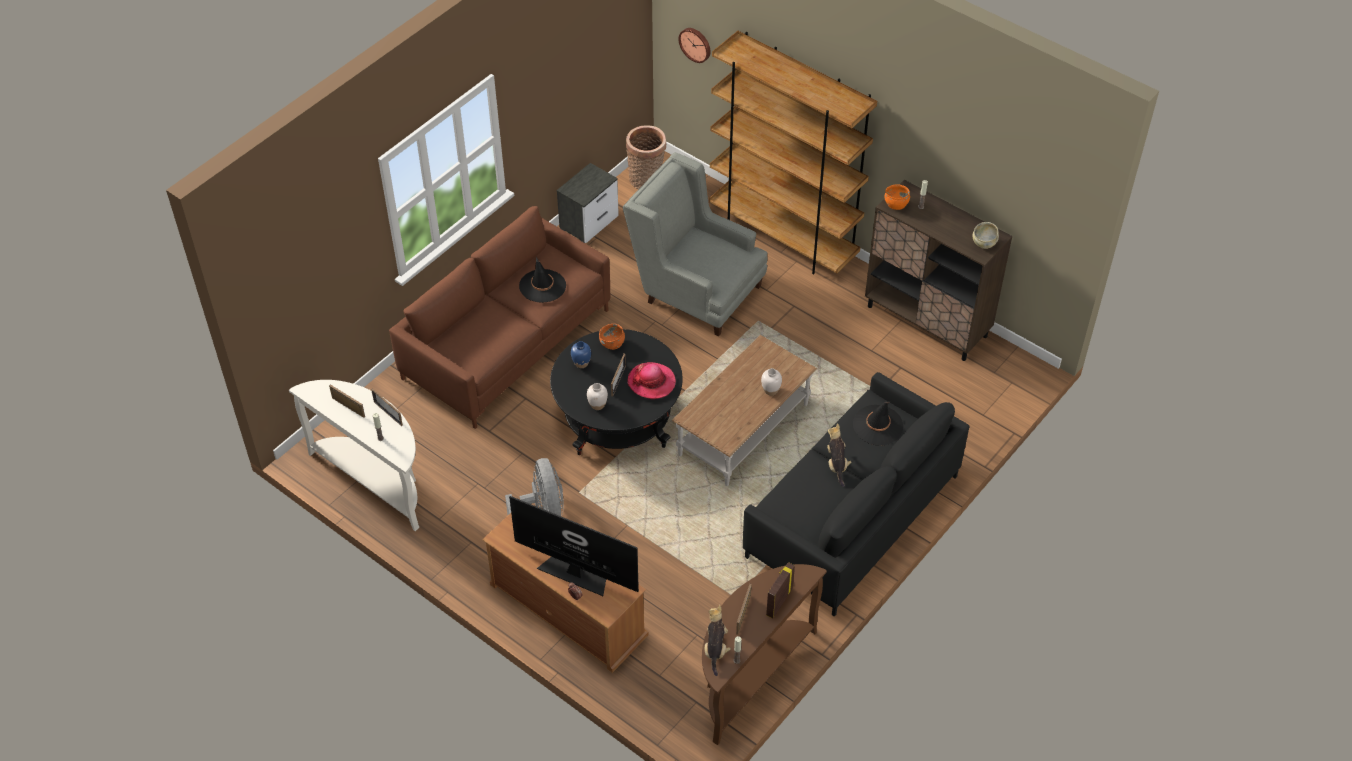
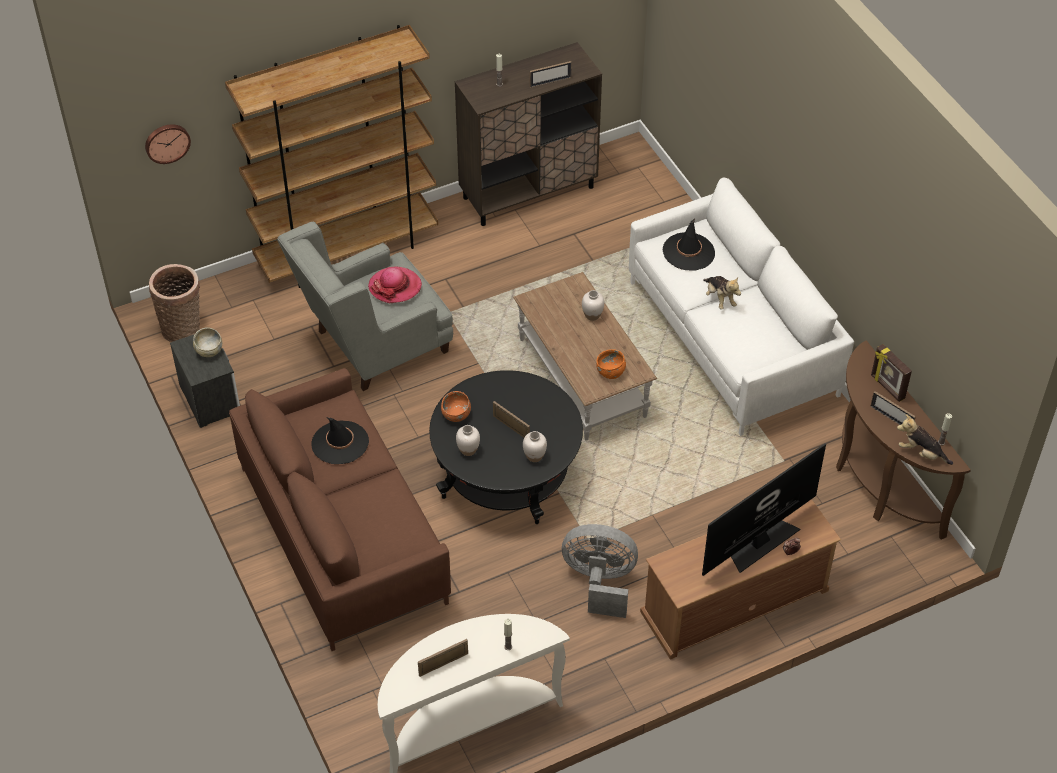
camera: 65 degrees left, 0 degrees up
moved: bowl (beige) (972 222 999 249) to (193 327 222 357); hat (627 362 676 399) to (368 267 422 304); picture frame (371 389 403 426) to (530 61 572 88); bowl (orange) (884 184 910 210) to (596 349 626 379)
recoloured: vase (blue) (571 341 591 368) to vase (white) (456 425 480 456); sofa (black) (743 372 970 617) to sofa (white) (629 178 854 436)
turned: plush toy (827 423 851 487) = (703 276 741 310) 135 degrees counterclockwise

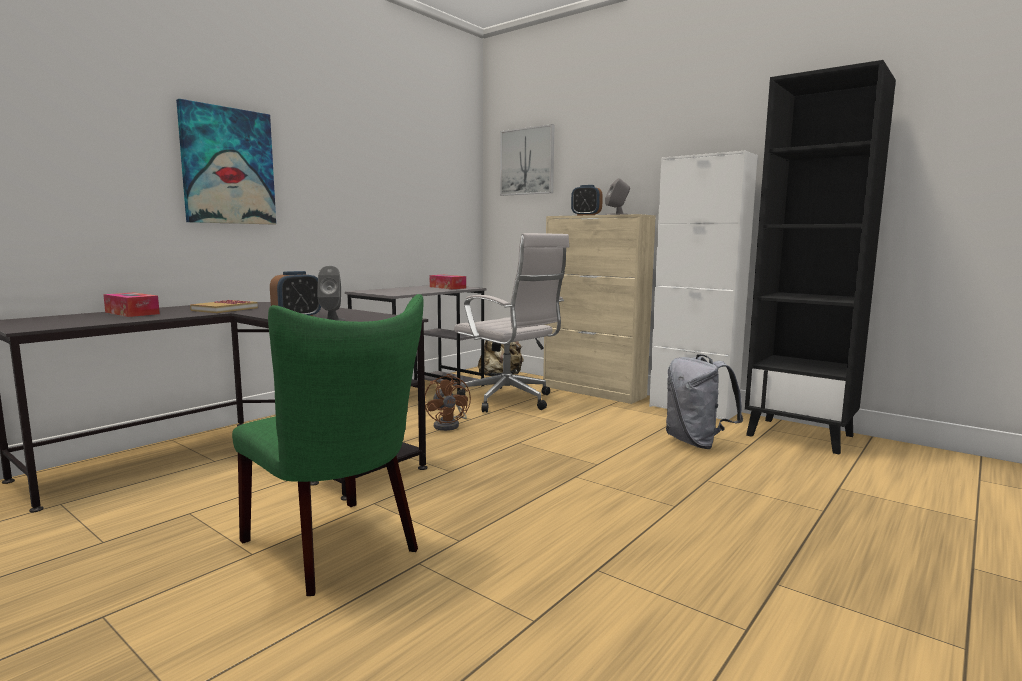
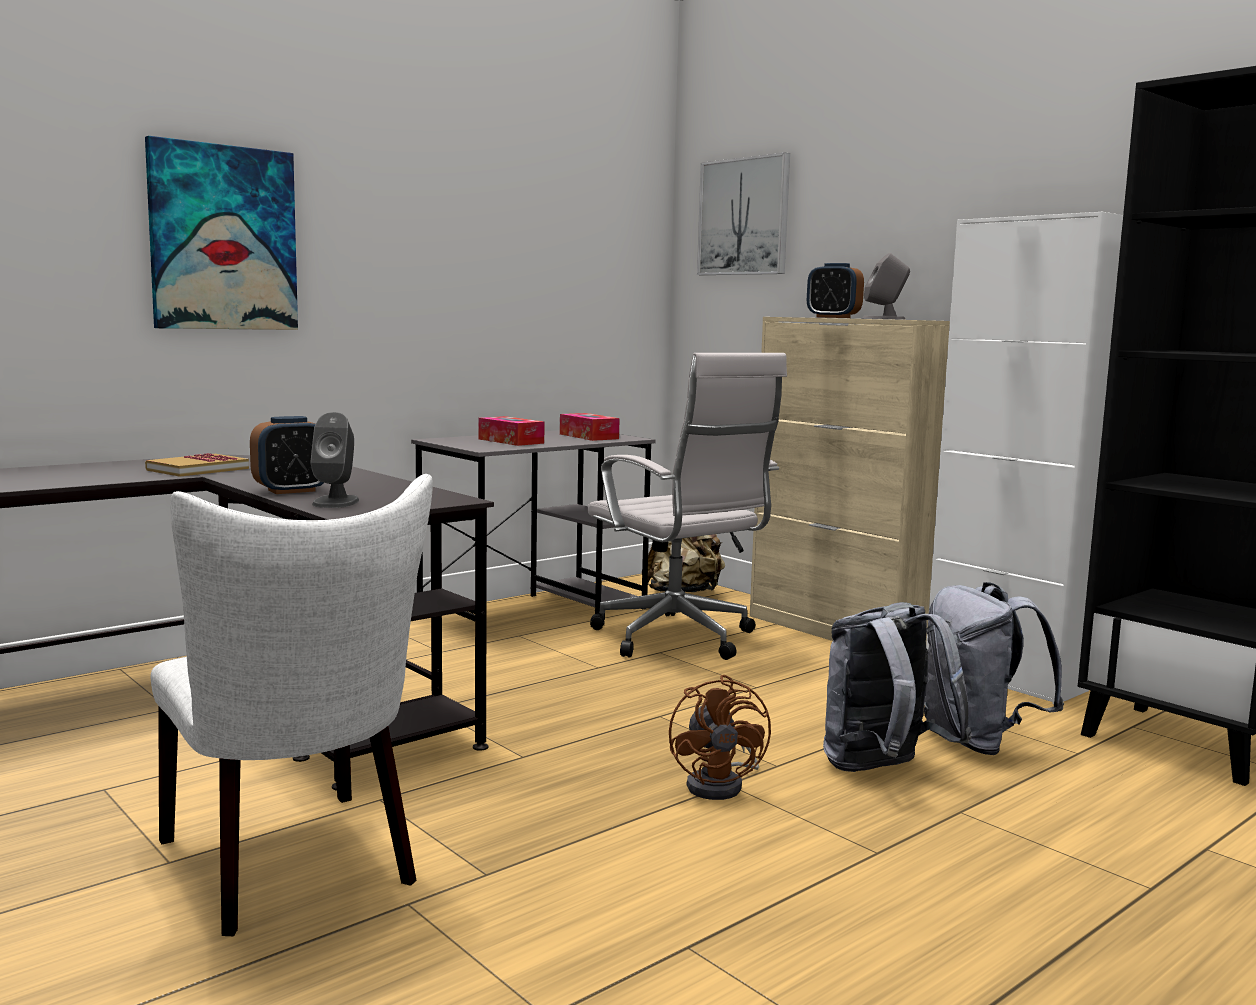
camera: 10 degrees right, 0 degrees up
added: backpack (grey) (823 602 972 772)
moved: tissue box (103 293 160 317) to (478 416 545 446); fan (brown) (425 374 471 431) to (669 675 771 800)
recoloured: chair (green) (232 294 423 596) to chair (white) (151 474 433 936)

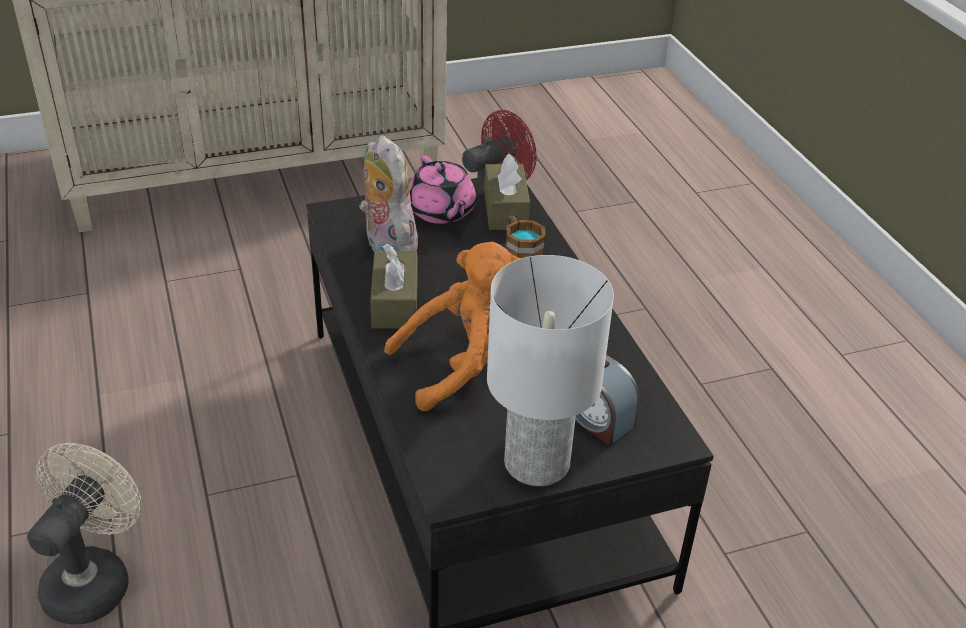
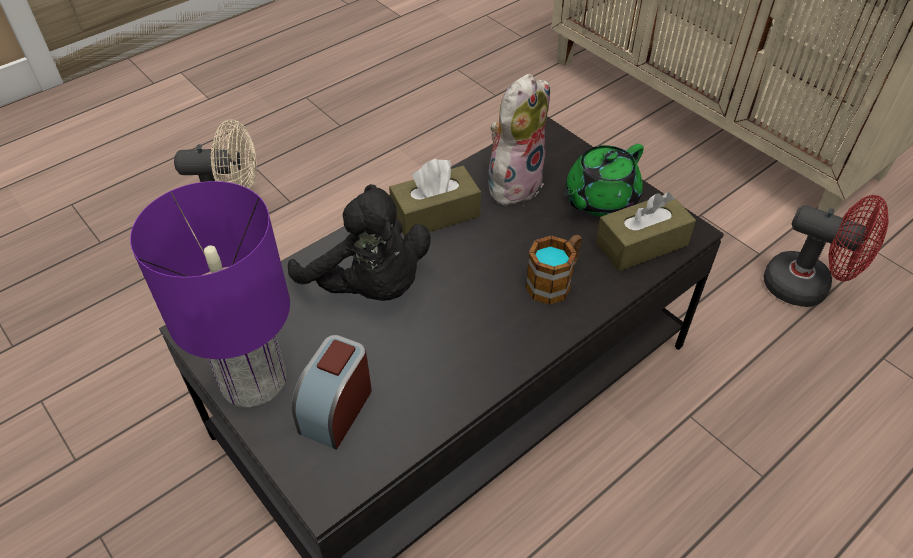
camera: 70 degrees right, 10 degrees up
recoloured: table lamp (white) (487 255 614 486) to table lamp (purple) (130 181 290 407); plush toy (orange) (384 241 520 411) to plush toy (black) (288 184 431 301); teapot (pink) (409 155 476 224) to teapot (green) (564 144 644 216)

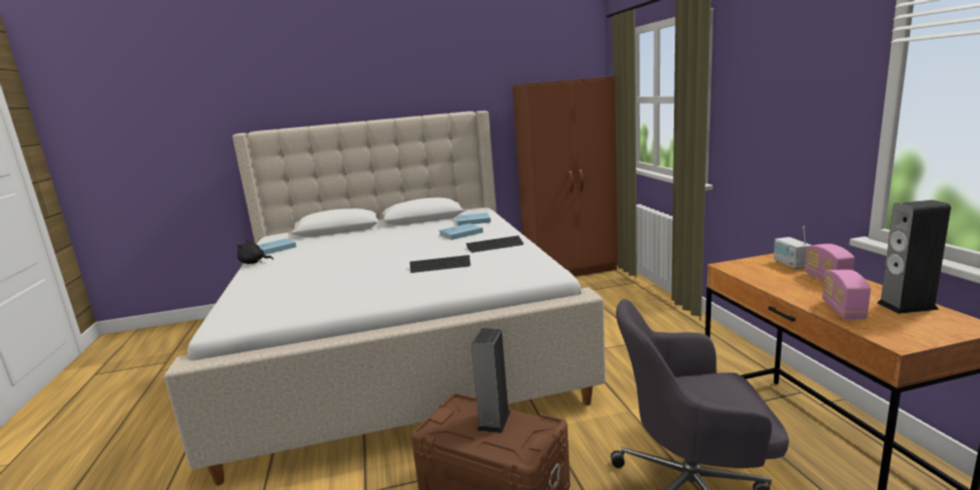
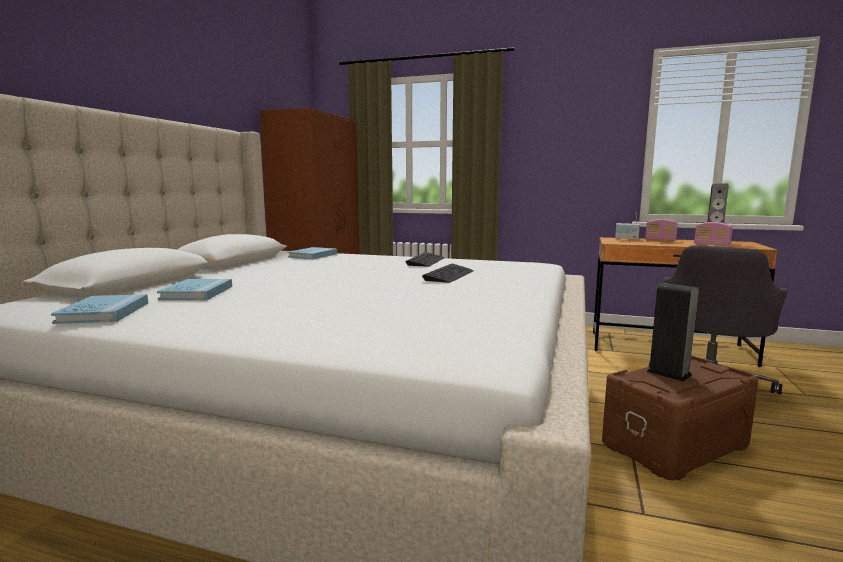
camera: 60 degrees left, 5 degrees down
removed: plush toy (black) (237 239 274 264)
moved: book (blue) (439 223 483 240) to (157 279 232 300)

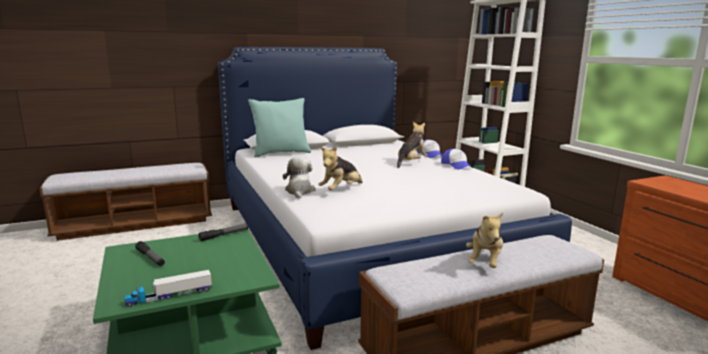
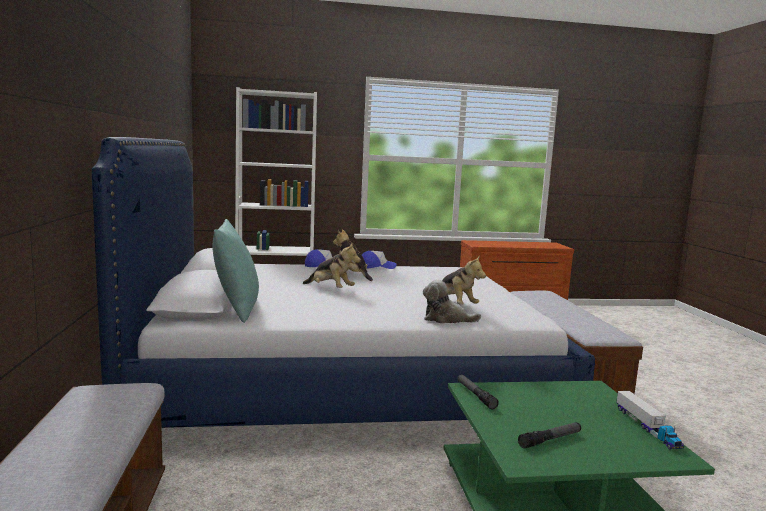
camera: 75 degrees left, 5 degrees down
moved: plush toy (466 212 503 268) to (303 243 361 288)

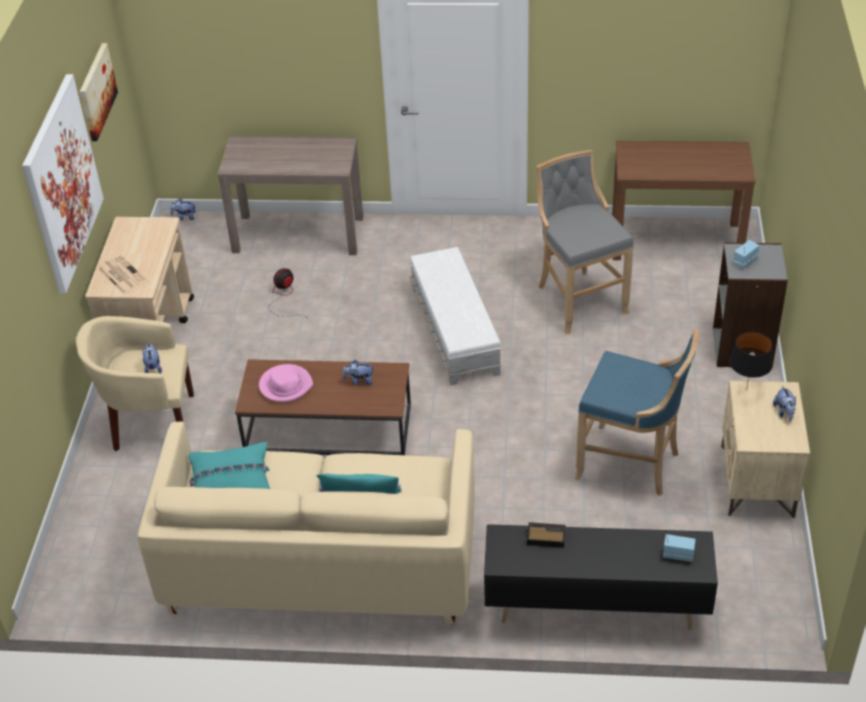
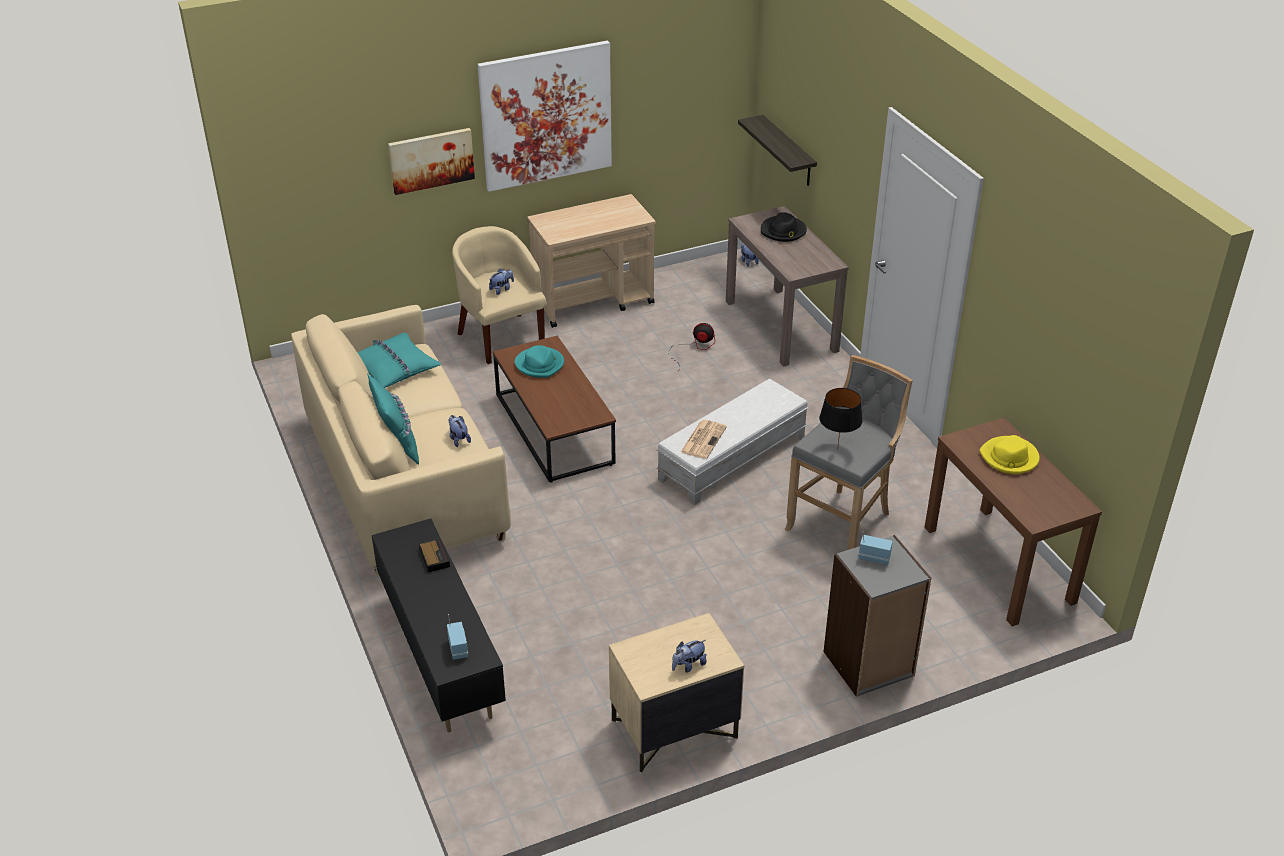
camera: 60 degrees right, 5 degrees down
removed: stool (blue) (575 329 699 496)
added: shelf (738 115 817 186); hat (black) (761 212 807 242); hat (yellow) (979 435 1040 474)
moved: picture (80 43 118 141) to (388 128 475 195); plush toy (343 360 374 386) to (448 415 471 447); newspaper (97 255 148 295) to (681 420 727 459); table lamp (black) (729 332 773 390) to (819 388 863 450)
recoloured: hat (pink) (259 364 313 402) to hat (turquoise) (515 345 564 378)

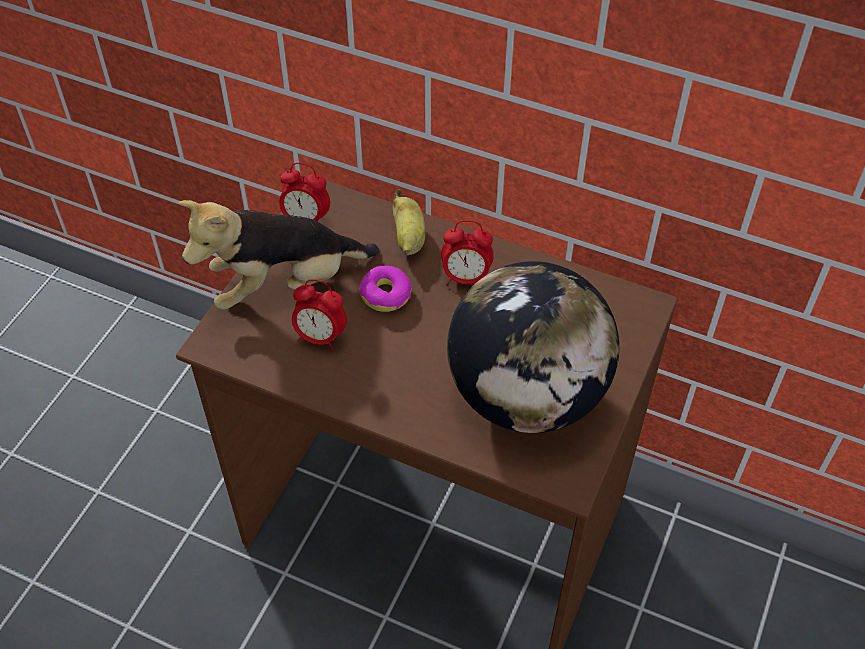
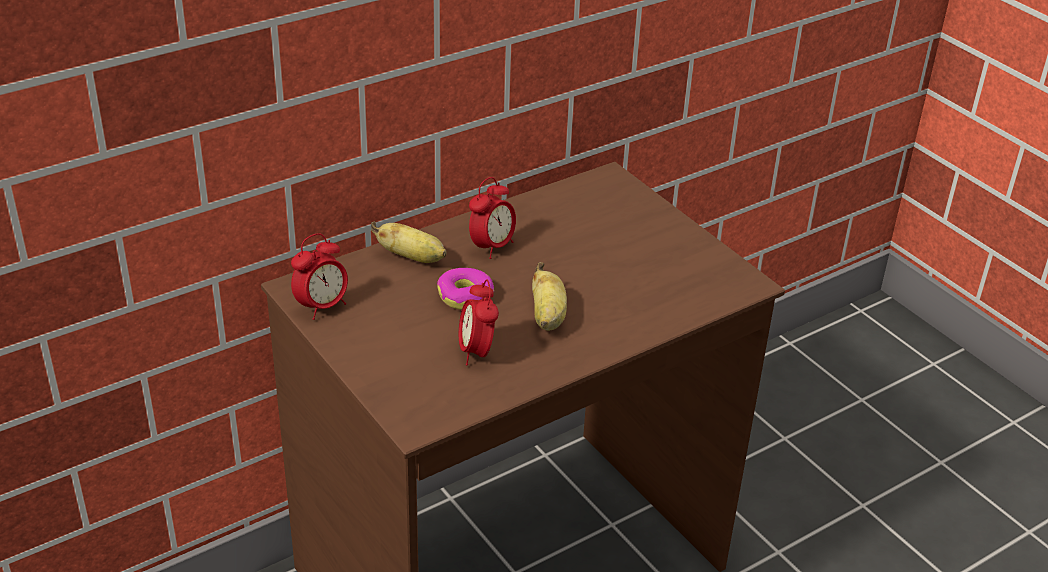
camera: 60 degrees left, 15 degrees down
removed: plush toy (179 200 379 310); globe (447 261 619 433)
added: banana (532 262 567 331)
turned: alarm clock (292 279 347 351) = (459 279 499 366) 120 degrees clockwise

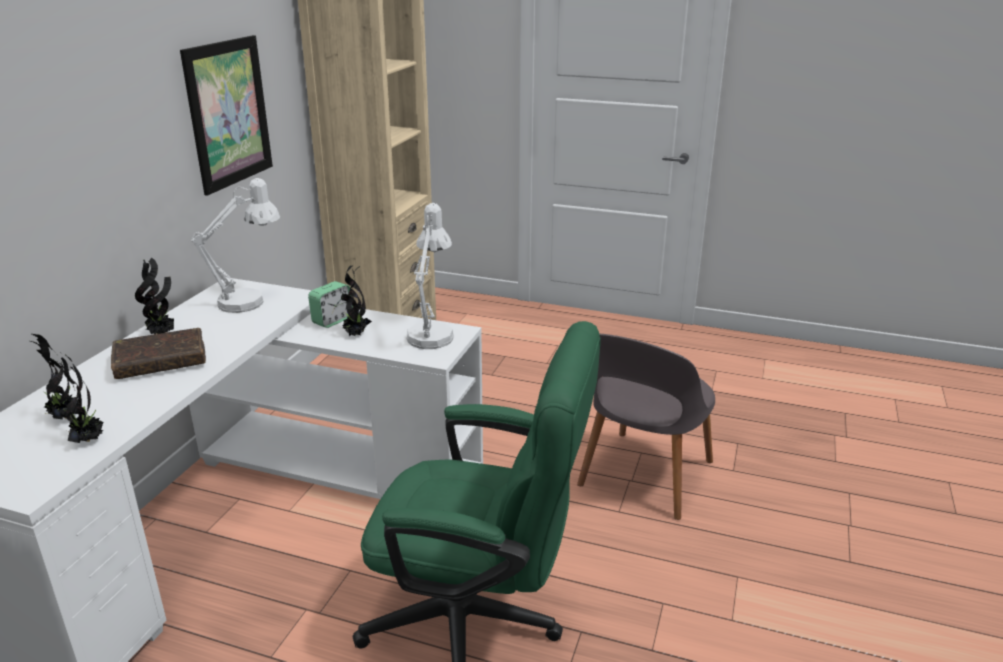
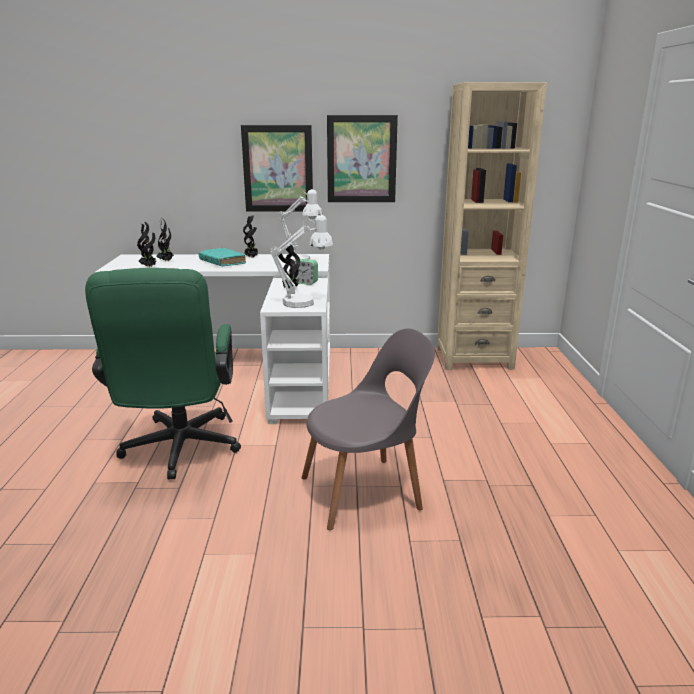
camera: 70 degrees right, 5 degrees down
added: picture (241 125 313 212)
recoloured: book (brown) (111 328 206 379) to book (turquoise) (199 248 246 267)
turned: chair (grey) (577 334 715 520) = (302 328 435 530) 150 degrees clockwise

